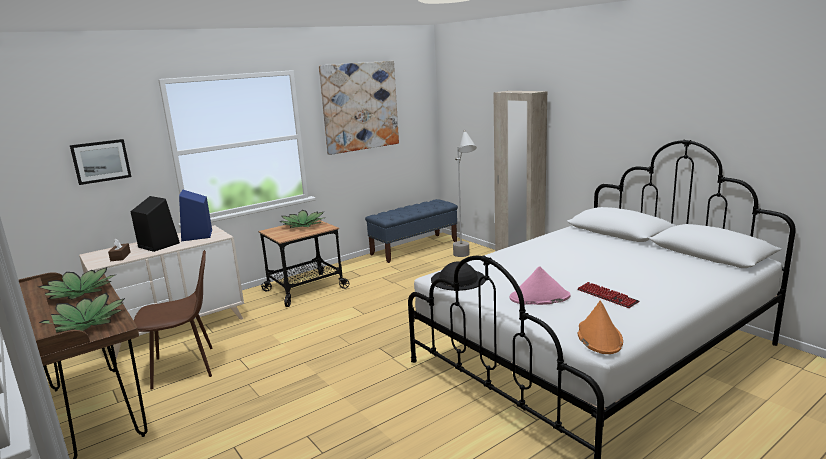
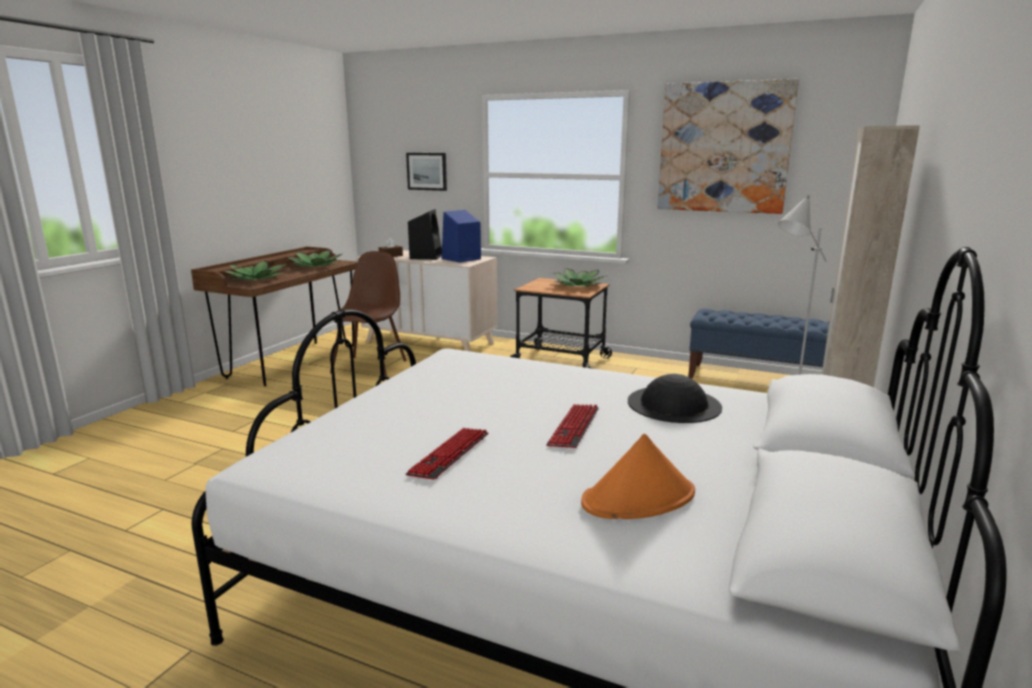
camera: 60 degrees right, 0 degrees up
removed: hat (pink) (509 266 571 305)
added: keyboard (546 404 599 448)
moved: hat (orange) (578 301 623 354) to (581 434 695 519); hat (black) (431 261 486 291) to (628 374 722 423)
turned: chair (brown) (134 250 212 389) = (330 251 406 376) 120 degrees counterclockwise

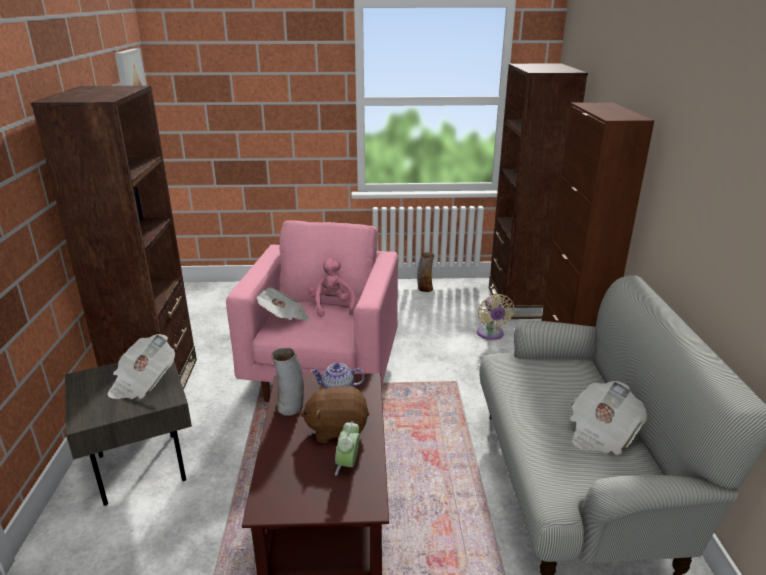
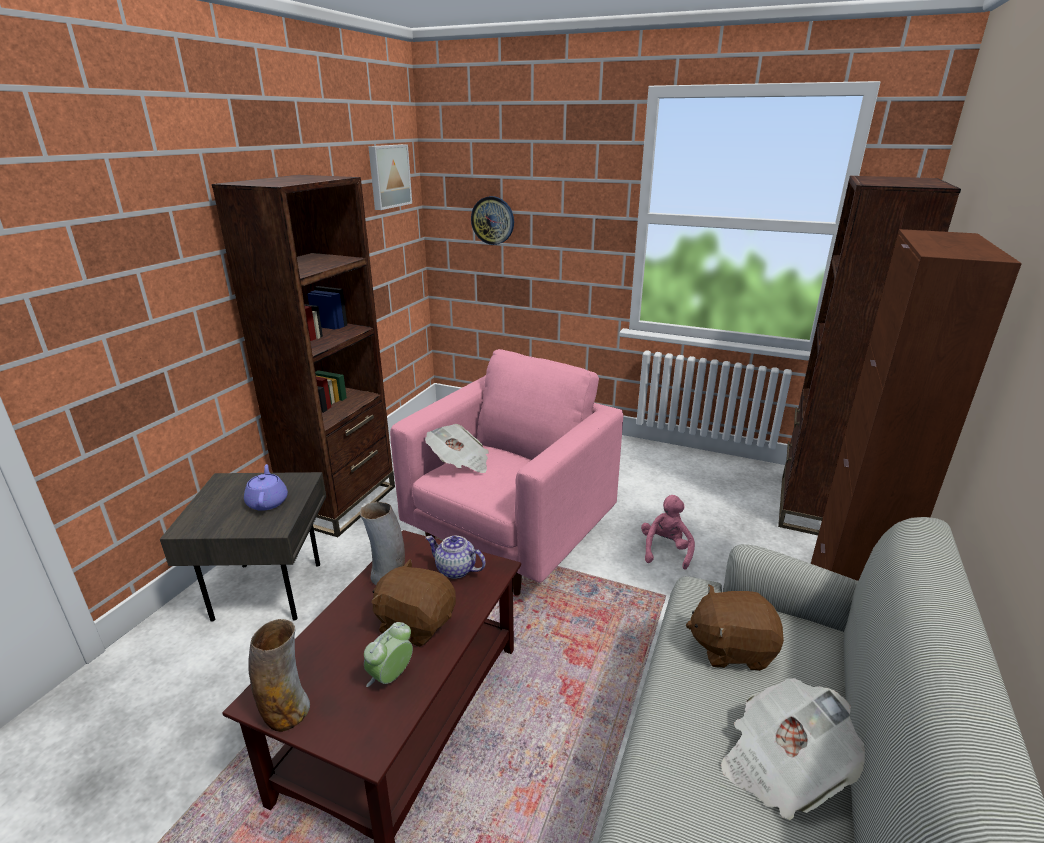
camera: 25 degrees right, 0 degrees up
removed: fan (beige) (477 294 514 340)
added: wall clock (471 196 514 245); plush toy (brown) (686 584 784 671)
moved: vase (417 252 434 292) to (248 619 310 732); plush toy (pink) (308 257 355 317) to (641 495 695 570)
replaced: newspaper (107 334 175 399) to teapot (purple) (244 464 288 511)

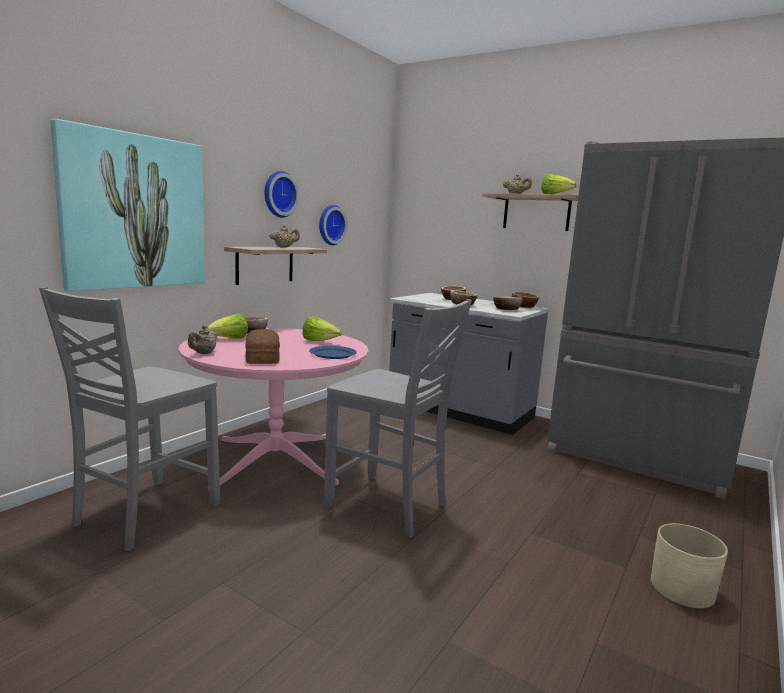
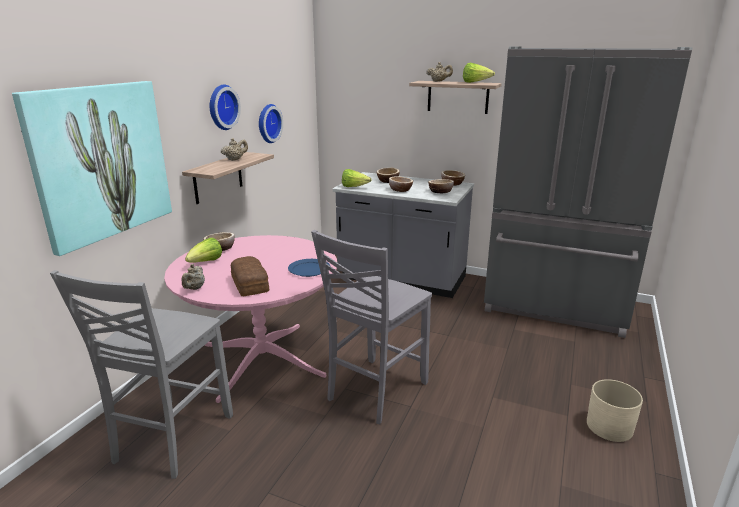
camera: 10 degrees left, 10 degrees up
moved: lettuce (303 316 342 341) to (342 169 372 187)
turned: chair (grey) (324 299 472 538) = (311 230 432 424) 105 degrees clockwise

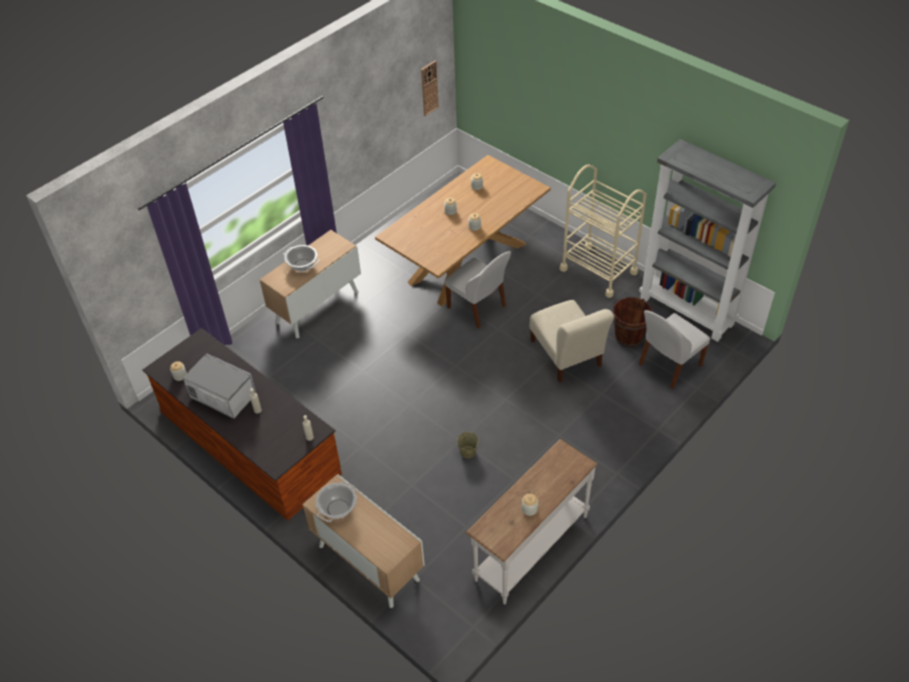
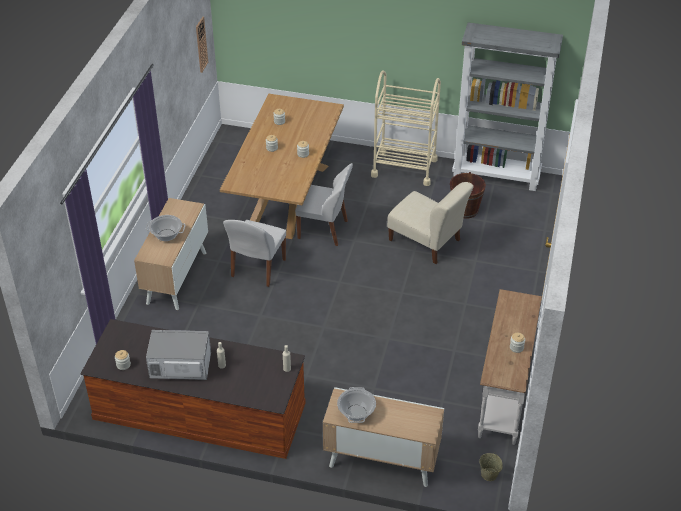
camera: 30 degrees left, 5 degrees down
moved: chair (white) (639 310 710 389) to (223 220 286 287); bucket (beige) (457 432 478 458) to (479 453 503 481)

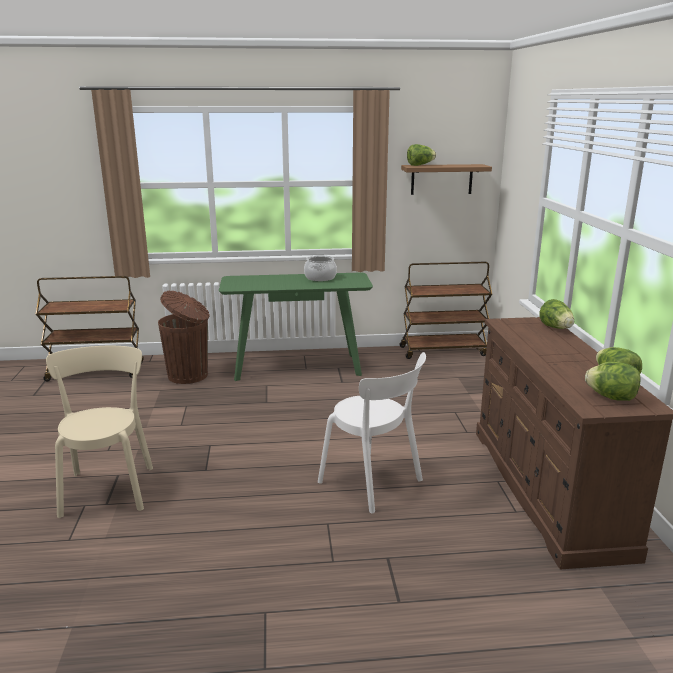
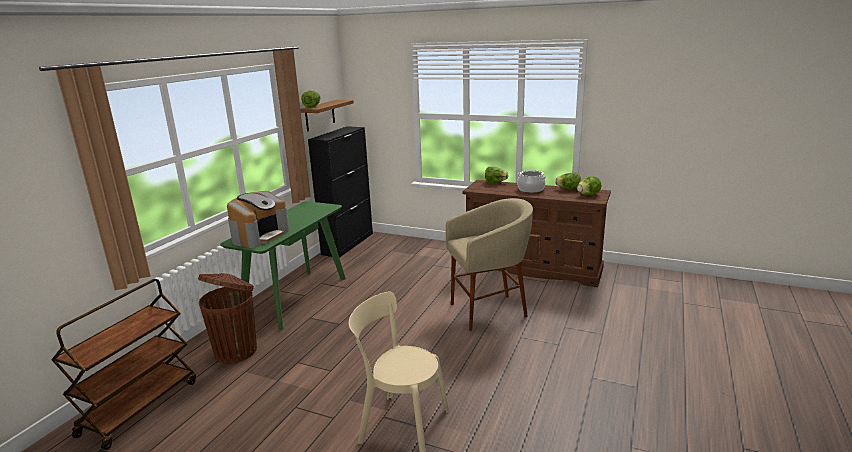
camera: 60 degrees left, 0 degrees up
added: coffee machine (227 191 290 248)
moved: cooking pot (304 255 337 281) to (517 170 546 193)
replaced: cart (brown) (399 262 492 359) to cabinet (black) (308 126 373 258); chair (white) (318 352 426 513) to stool (beige) (446 198 533 331)

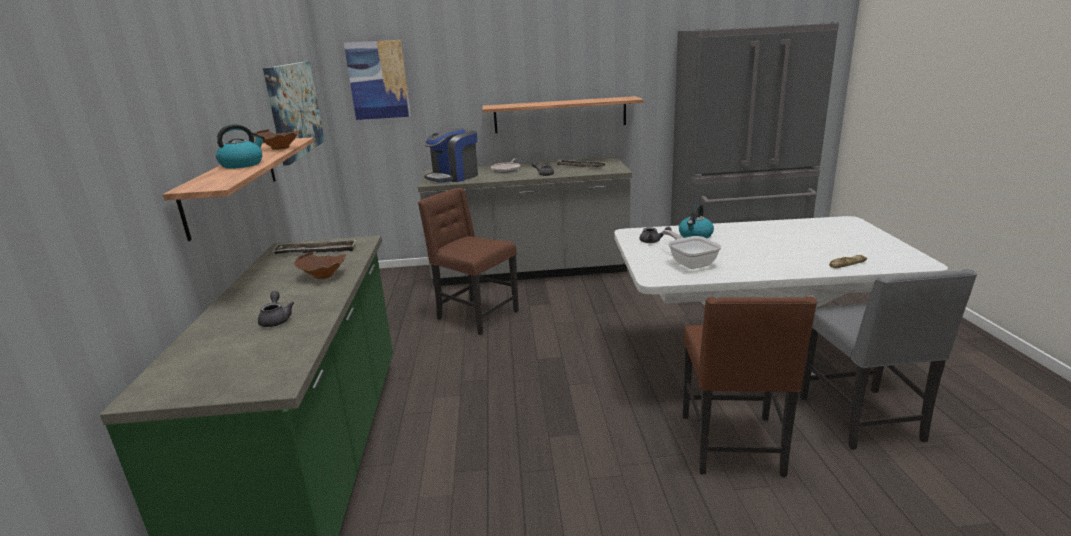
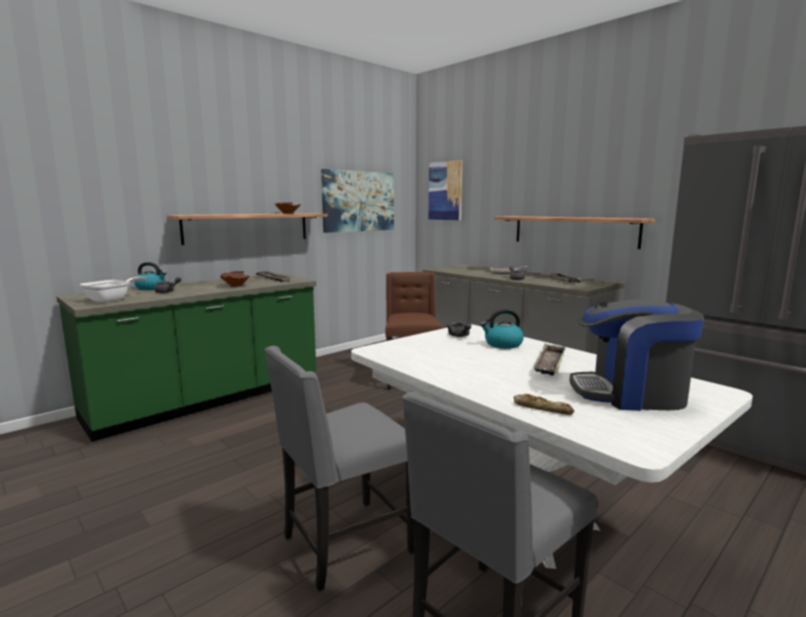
camera: 50 degrees right, 10 degrees down
added: tray (533 343 566 376)
moved: frying pan (662 230 722 269) to (80 277 147 303); kettle (216 124 264 169) to (134 262 167 290); coffee machine (423 128 478 183) to (569 300 704 411)
recoloured: chair (brown) (682 296 817 477) to chair (grey) (264 346 414 591)

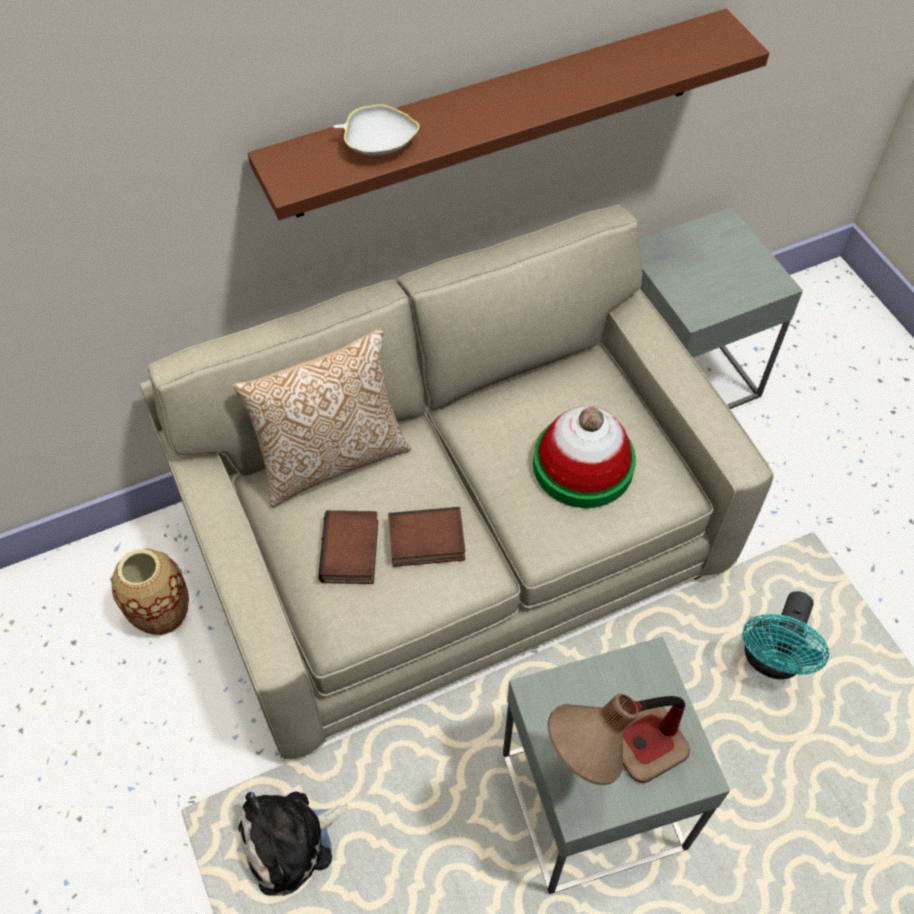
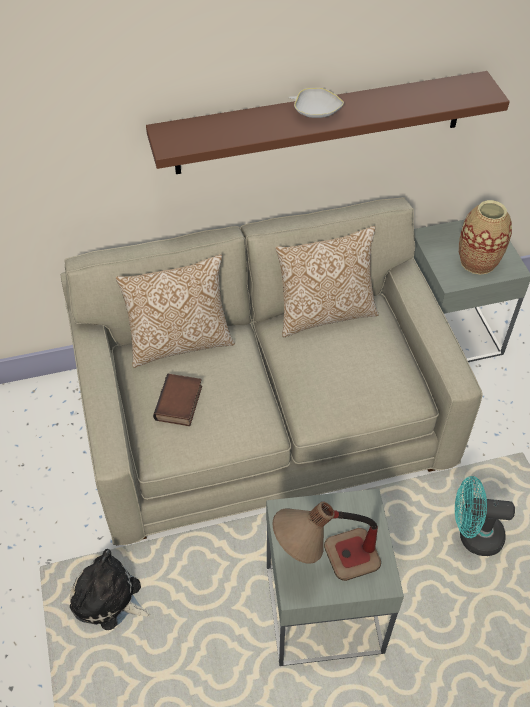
camera: 10 degrees right, 5 degrees down
removed: book (388 507 465 567); hat (533 406 636 508)
added: pillow (275 226 379 337)
moved: bowl (white) (333 104 419 156) to (288 88 344 118); vase (111 548 189 635) to (459 200 512 275)
turned: plush toy (238 792 349 896) = (70 549 151 630) 45 degrees clockwise; fan (turquoise) (742 591 829 679) = (455 476 515 556) 60 degrees clockwise

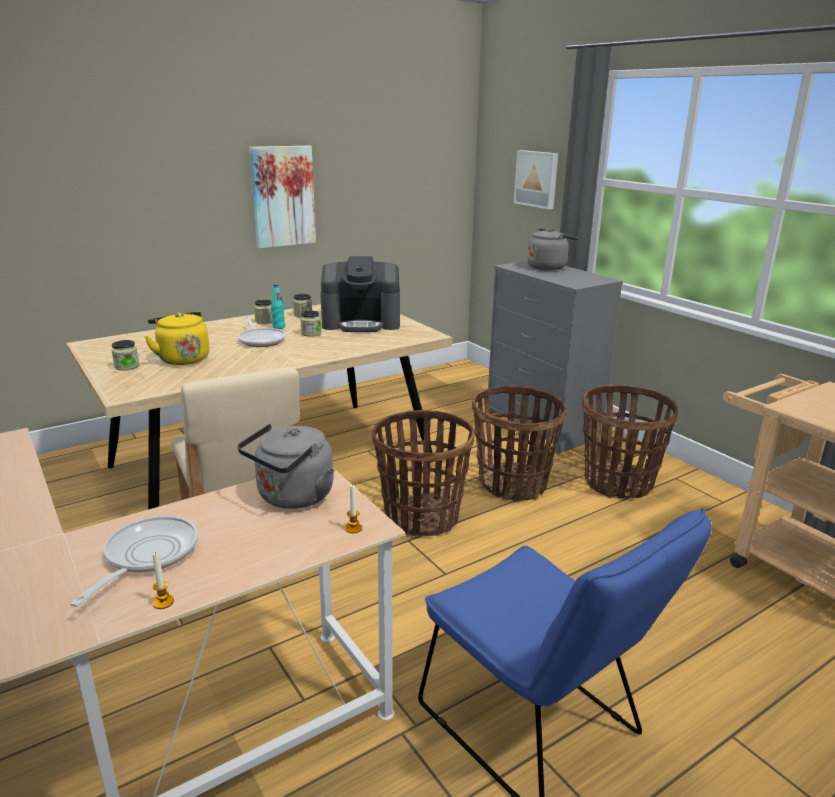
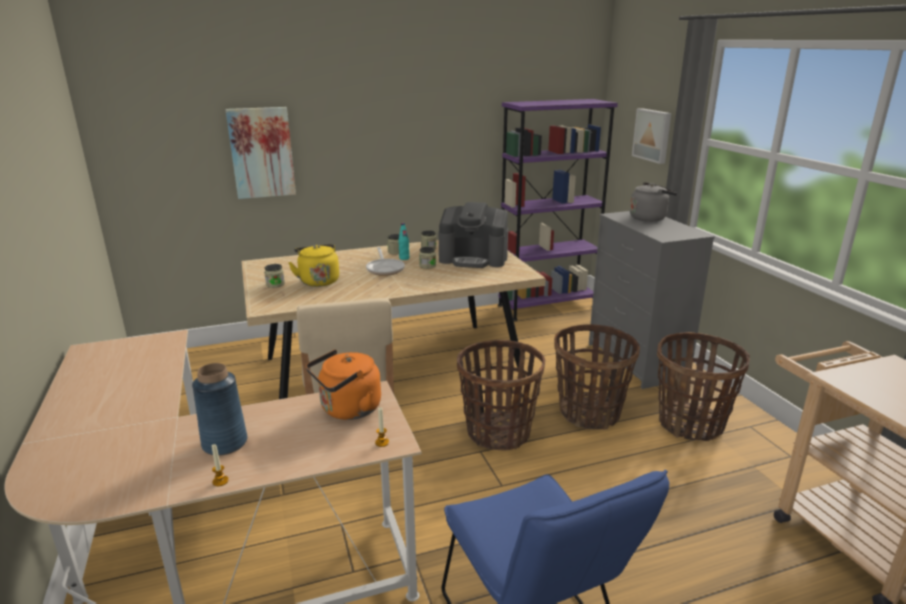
camera: 15 degrees right, 0 degrees up
added: bookcase (purple) (498 99 618 321)
moved: picture (249 146 316 248) to (225 107 296 199)
replaced: frying pan (70 516 198 607) to vase (blue) (192 363 247 456)
recoloured: kettle (grey) (237 424 334 509) to kettle (orange) (306 349 381 420)

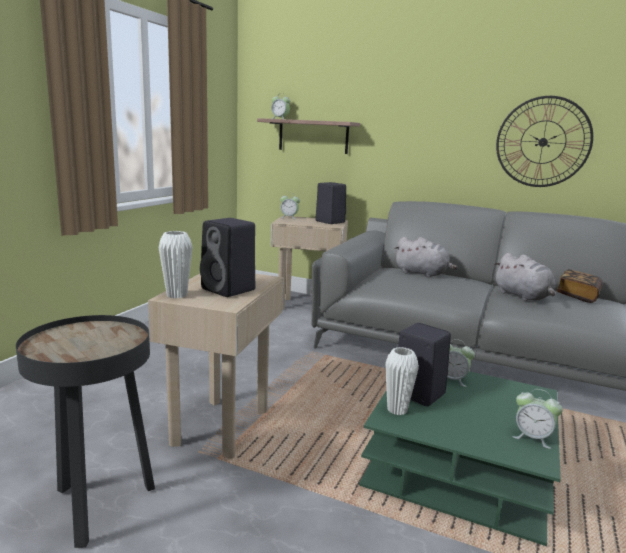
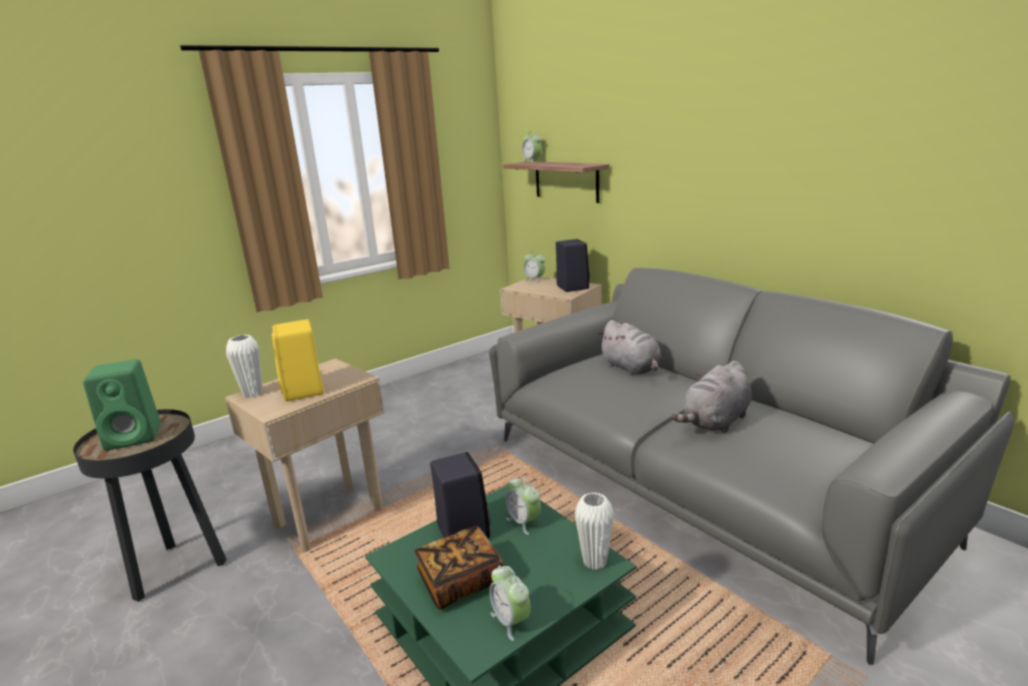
camera: 30 degrees right, 5 degrees up
removed: wall clock (496 96 593 187)
added: speaker (green) (83 359 161 450)
moved: book (557 270 603 303) to (414 526 504 610); vase (white) (385 347 419 415) to (575 492 614 570)
recoloured: speaker (black) (200 218 255 297) to speaker (yellow) (272 319 324 401)
turned: plush toy (grey) (494 253 556 301) = (672 361 752 433) 45 degrees clockwise

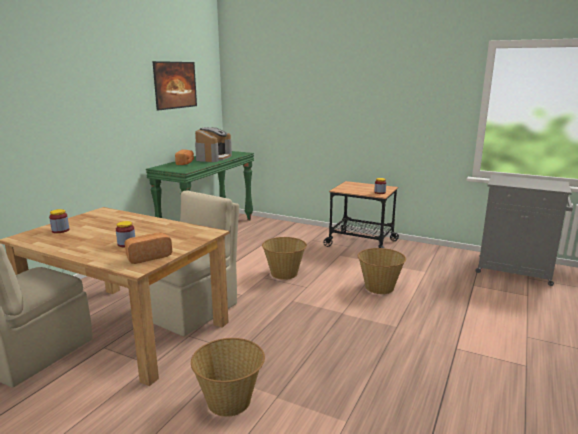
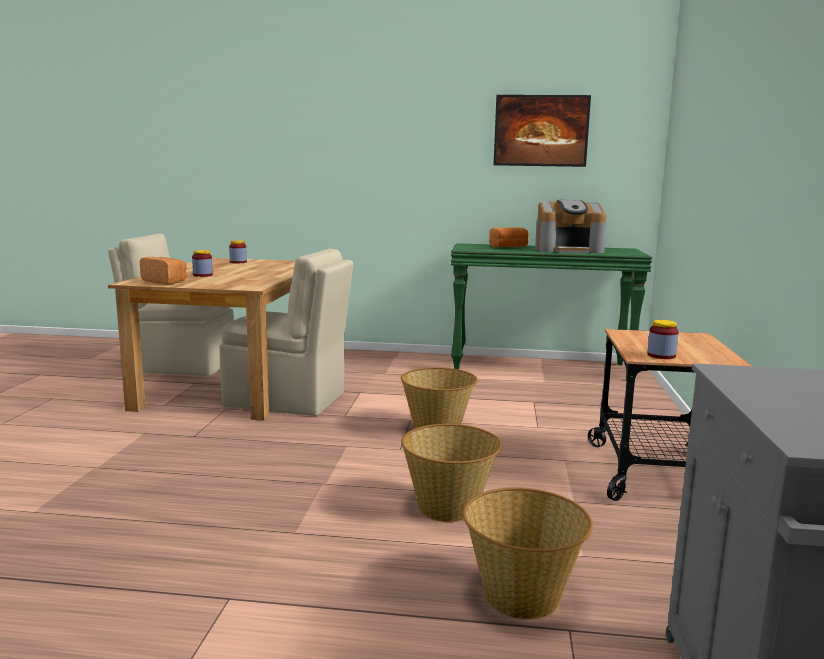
camera: 70 degrees right, 5 degrees down
moved: basket (191 338 265 417) to (463 487 593 619)

